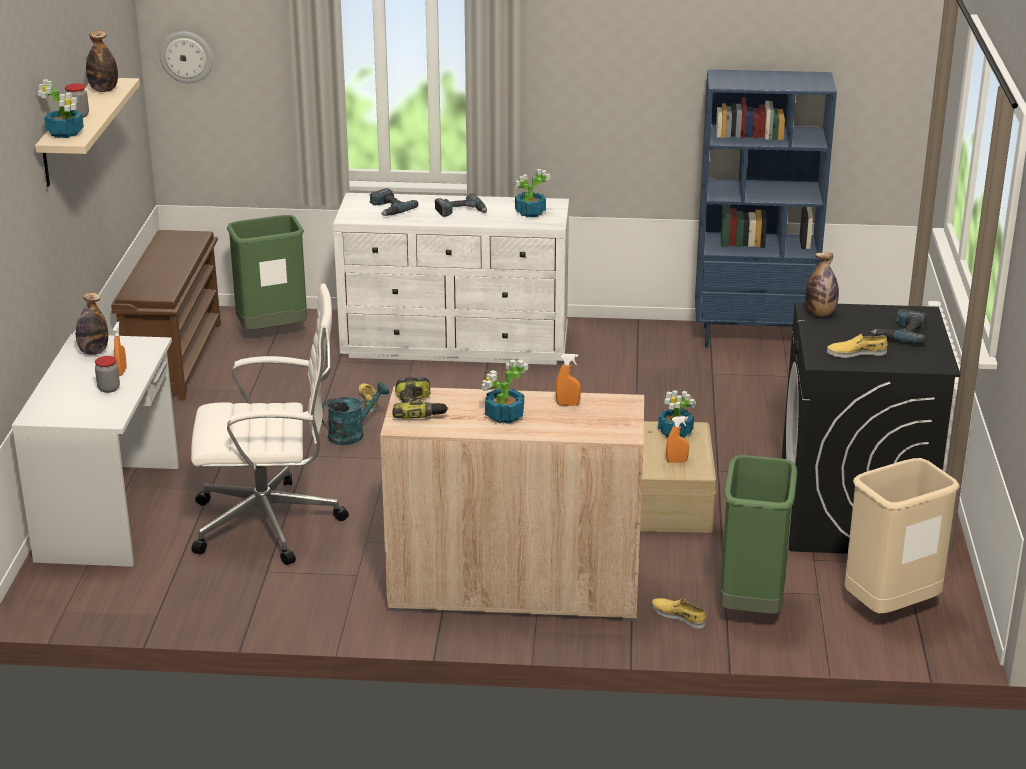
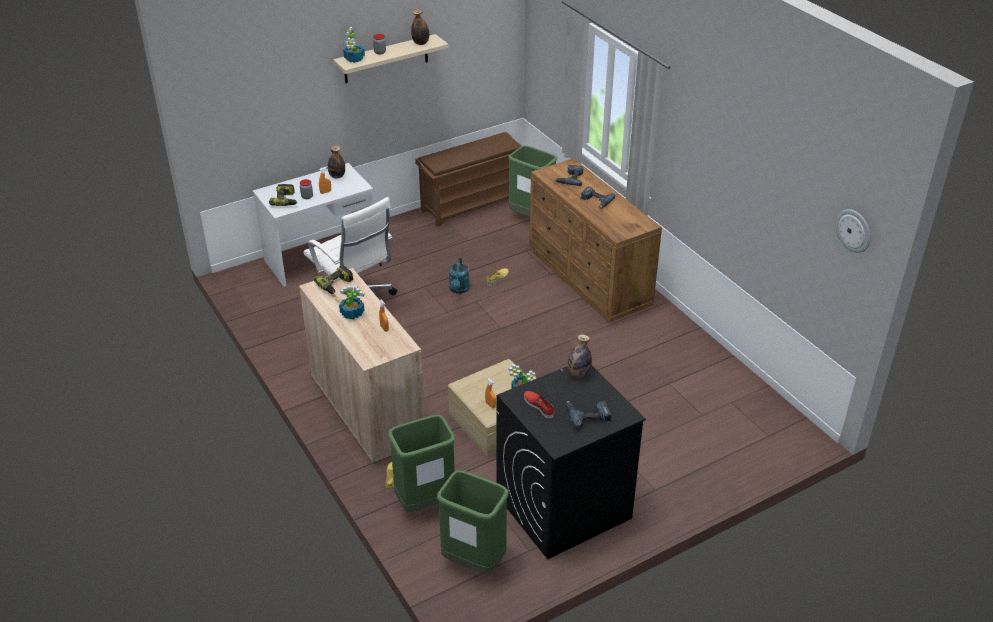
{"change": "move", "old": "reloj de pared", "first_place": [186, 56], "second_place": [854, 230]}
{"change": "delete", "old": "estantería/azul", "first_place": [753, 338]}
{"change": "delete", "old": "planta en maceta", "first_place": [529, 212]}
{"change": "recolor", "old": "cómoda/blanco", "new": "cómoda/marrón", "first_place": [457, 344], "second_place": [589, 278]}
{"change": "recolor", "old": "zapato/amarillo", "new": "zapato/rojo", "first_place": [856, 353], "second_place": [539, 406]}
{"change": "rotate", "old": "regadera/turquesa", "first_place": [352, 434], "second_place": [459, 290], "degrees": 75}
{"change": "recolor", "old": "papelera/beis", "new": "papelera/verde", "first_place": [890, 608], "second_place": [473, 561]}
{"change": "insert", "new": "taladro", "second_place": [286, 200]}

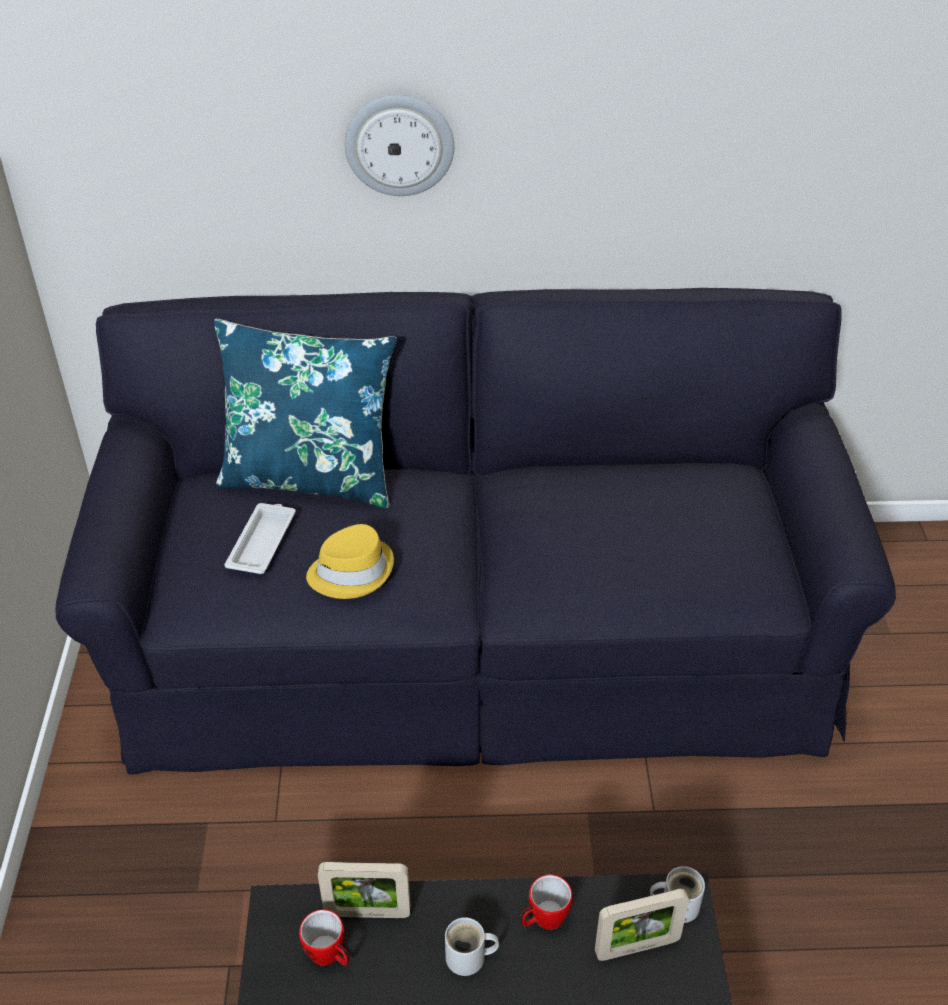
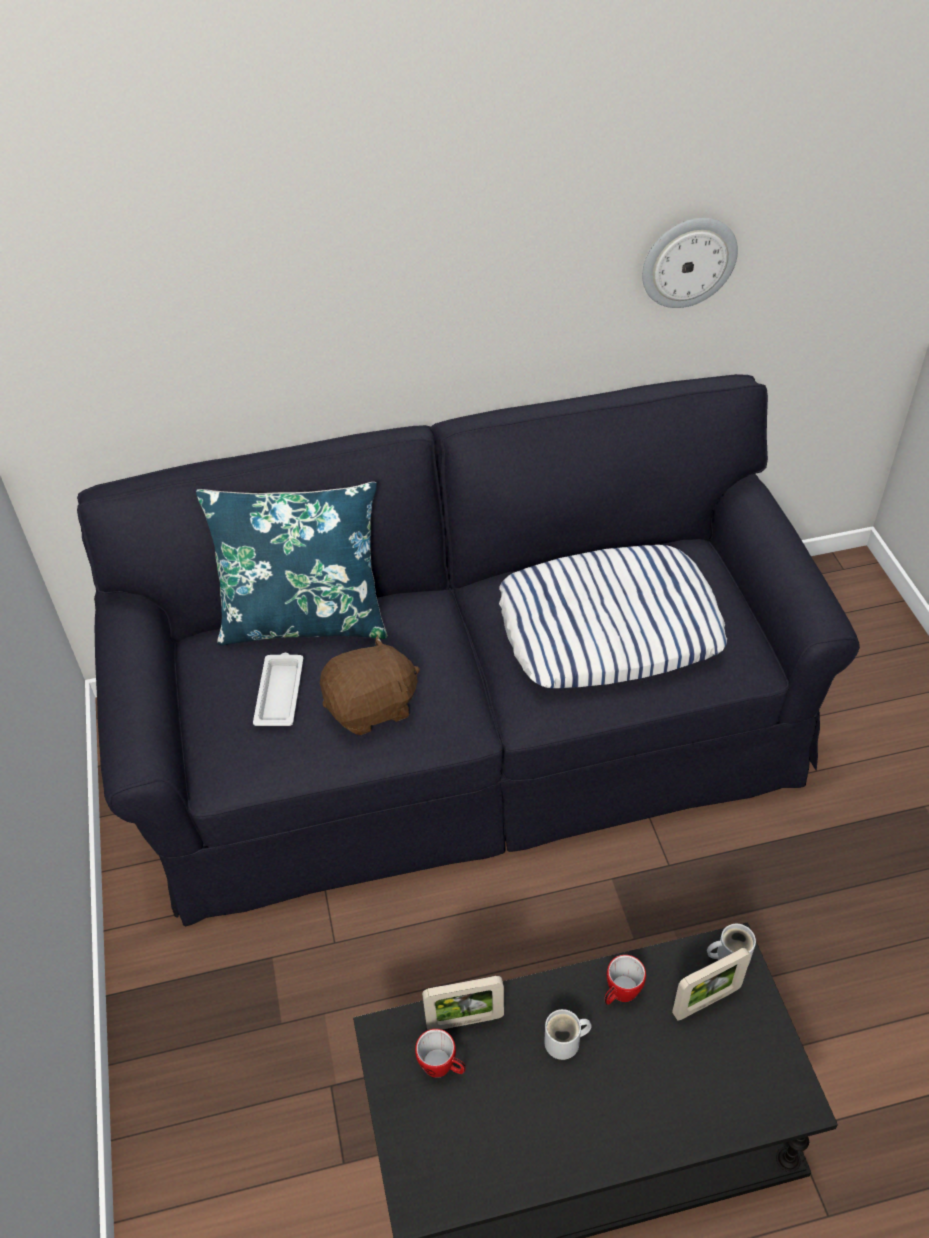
{"change": "move", "old": "reloj de pared", "first_place": [399, 144], "second_place": [688, 262]}
{"change": "replace", "old": "sombrero/amarillo", "new": "peluche/marrón", "first_place": [351, 571], "second_place": [372, 707]}
{"change": "insert", "new": "cojín", "second_place": [609, 627]}

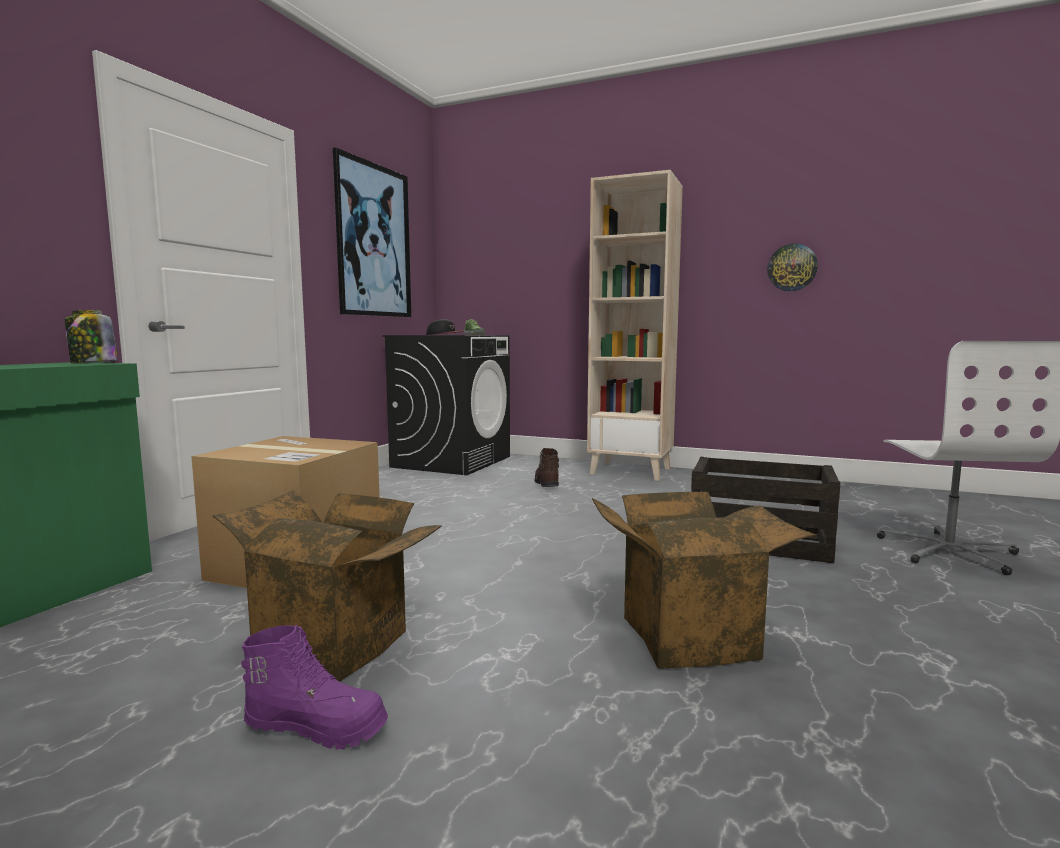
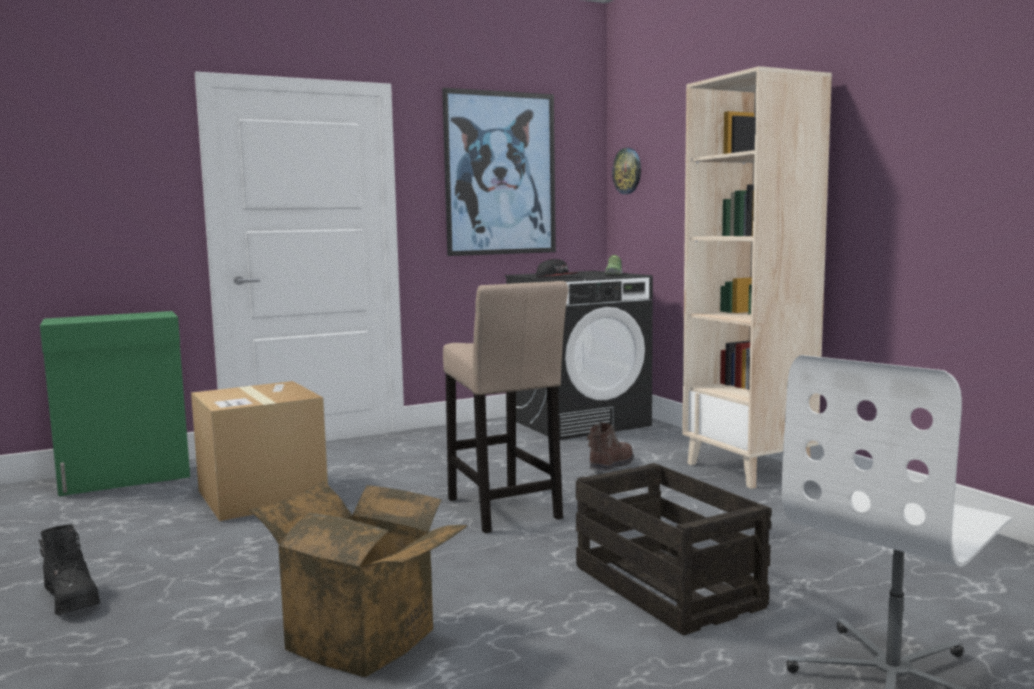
{"change": "move", "old": "reloj de pared", "first_place": [792, 267], "second_place": [627, 171]}
{"change": "delete", "old": "tarro", "first_place": [93, 363]}
{"change": "delete", "old": "caja de cartón", "first_place": [339, 642]}
{"change": "recolor", "old": "bota/morado", "new": "bota/negro", "first_place": [317, 727], "second_place": [72, 599]}
{"change": "insert", "new": "taburete/beis", "second_place": [504, 511]}

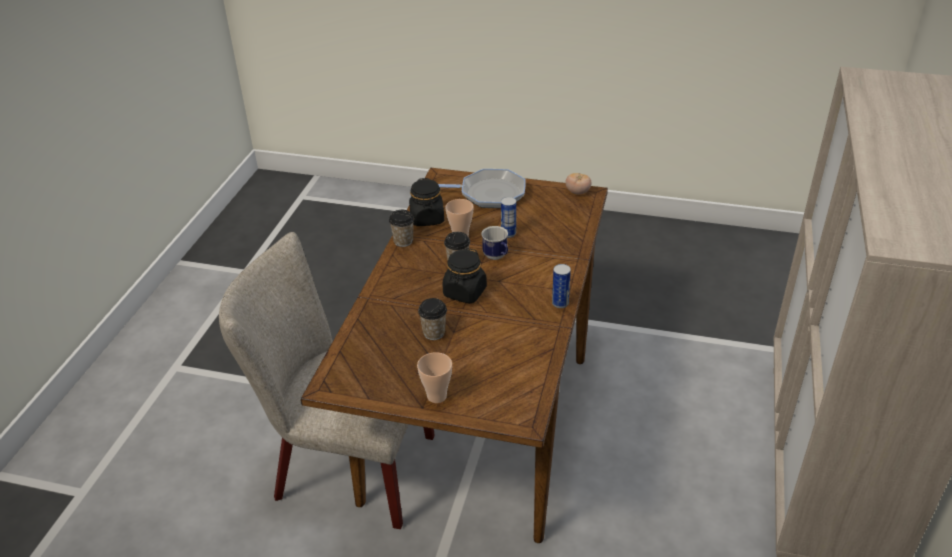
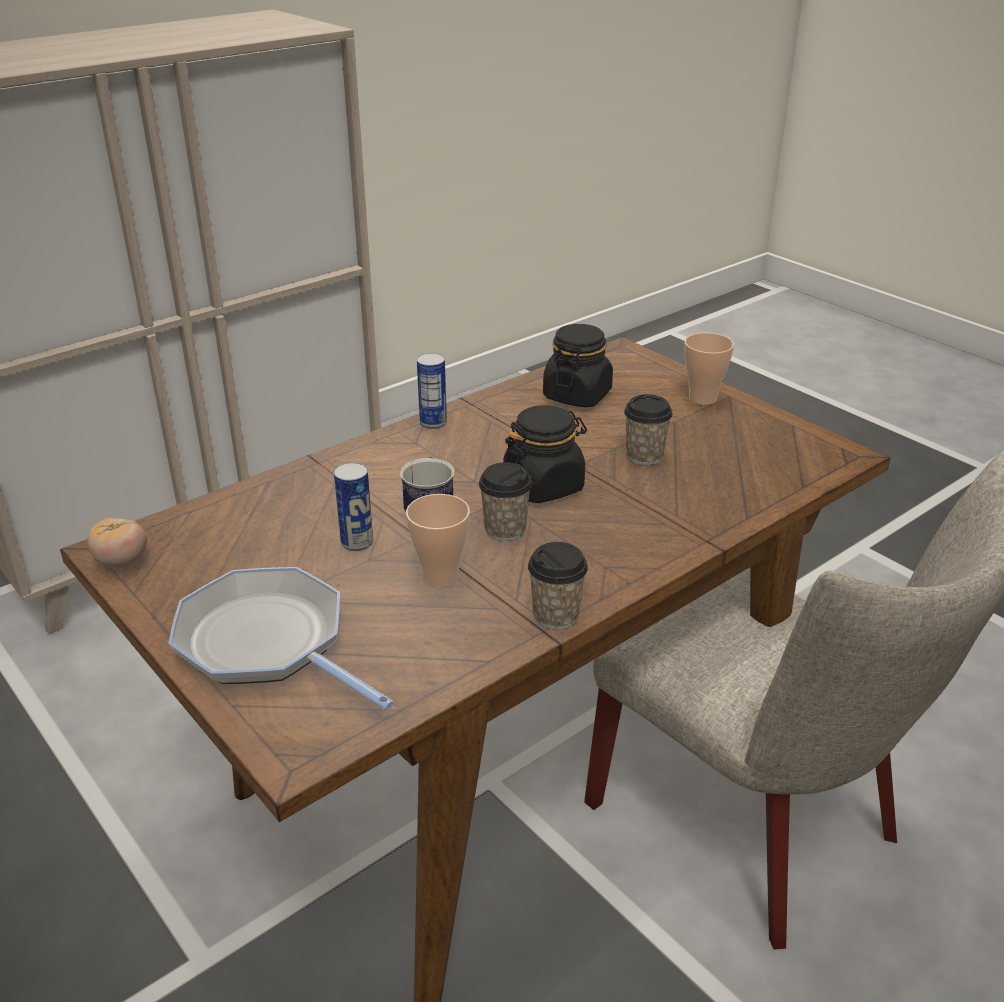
{"change": "move", "old": "tarro/negro", "first_place": [427, 218], "second_place": [577, 395]}

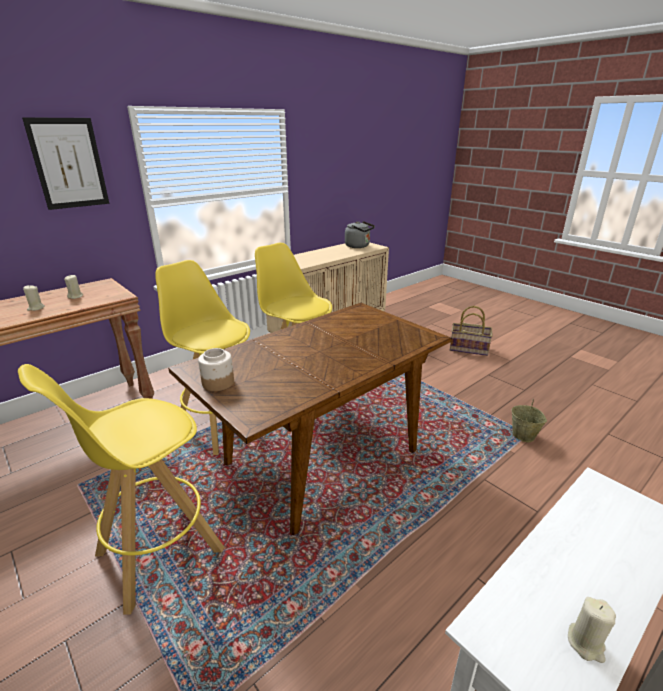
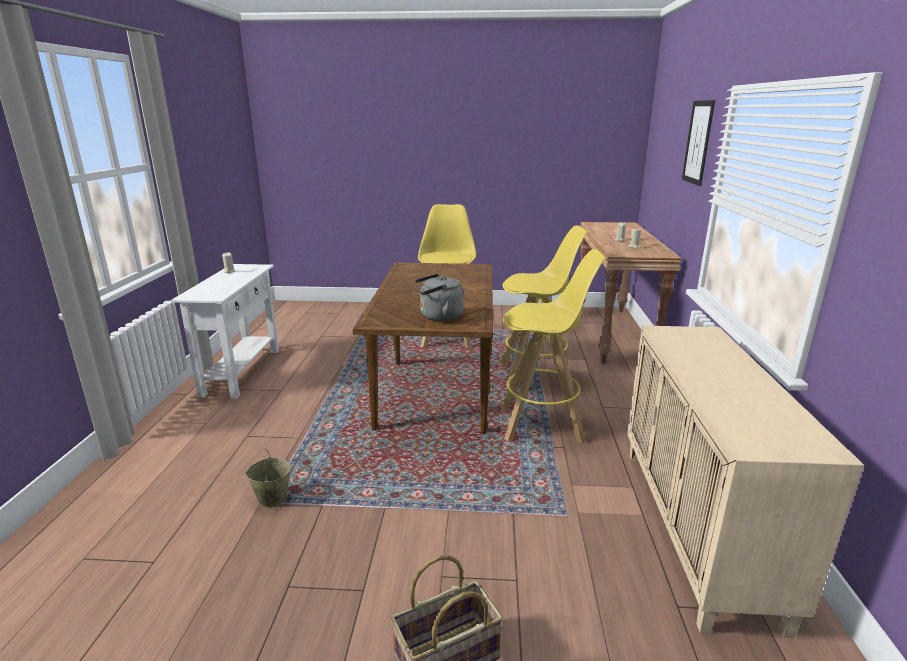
{"change": "move", "old": "hervidor/gris", "first_place": [359, 246], "second_place": [438, 317]}
{"change": "delete", "old": "tarro", "first_place": [218, 383]}

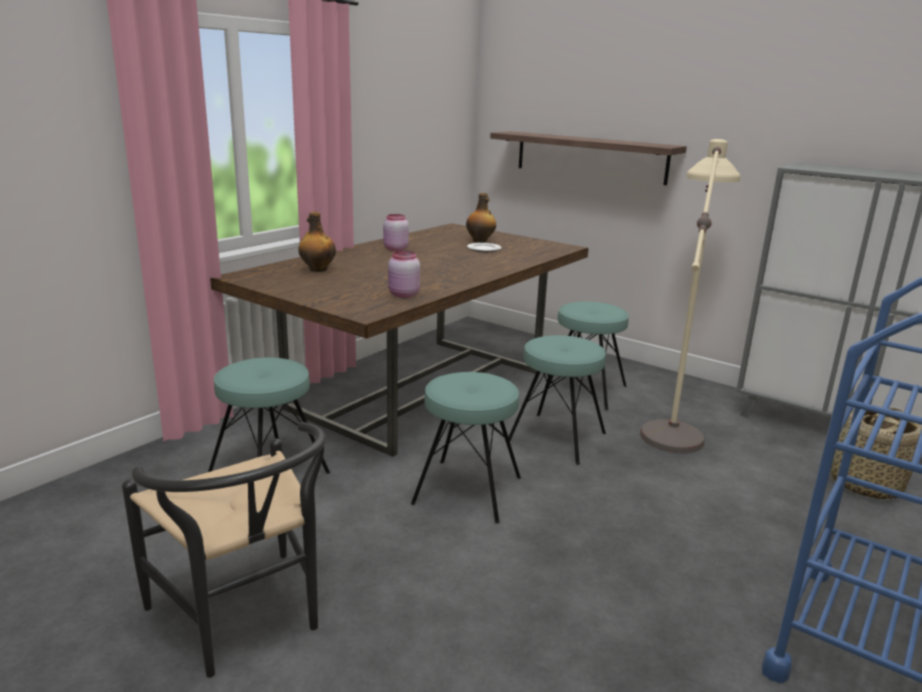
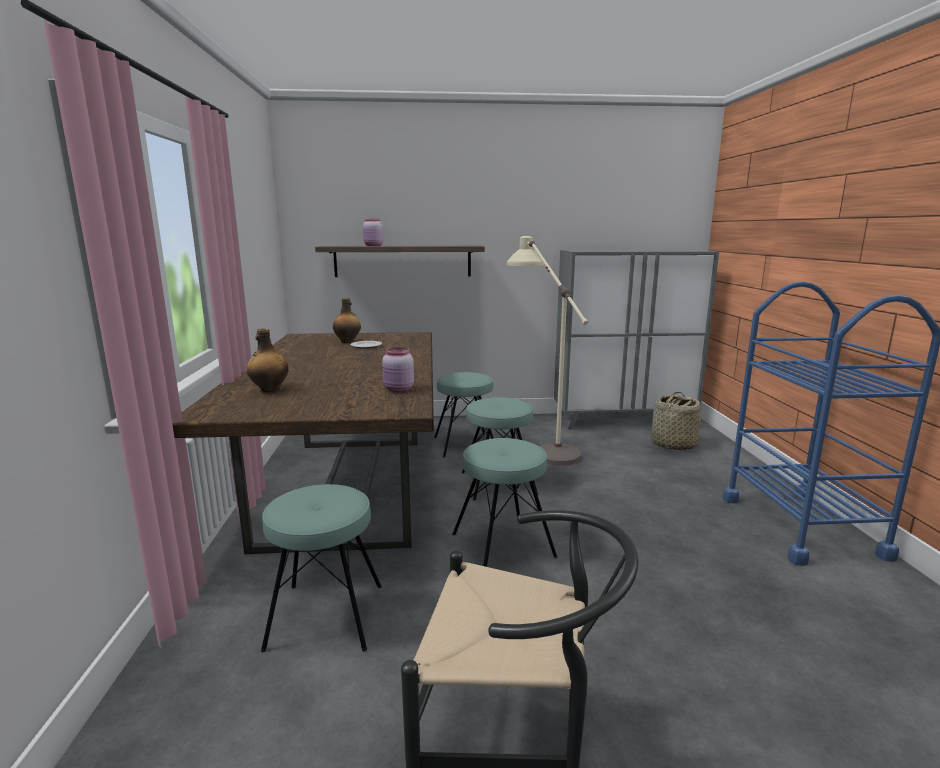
{"change": "move", "old": "tarro/rosa", "first_place": [395, 249], "second_place": [373, 246]}

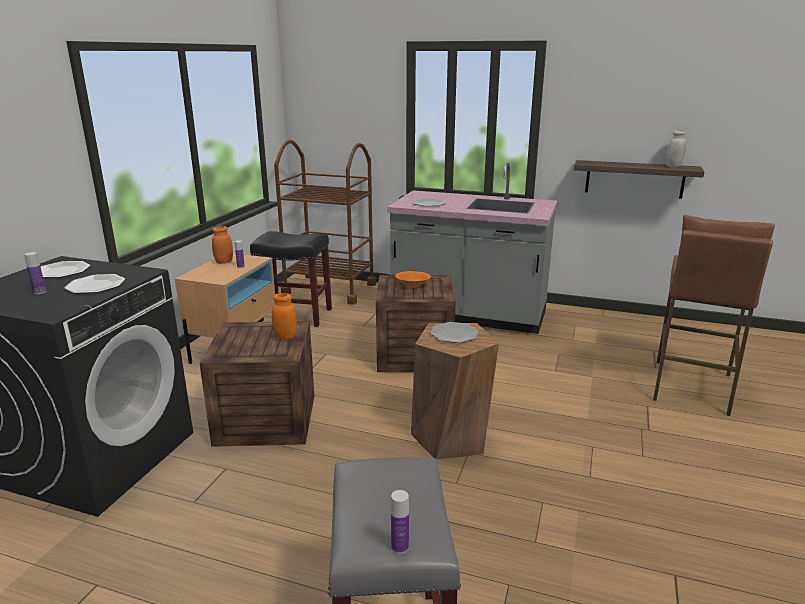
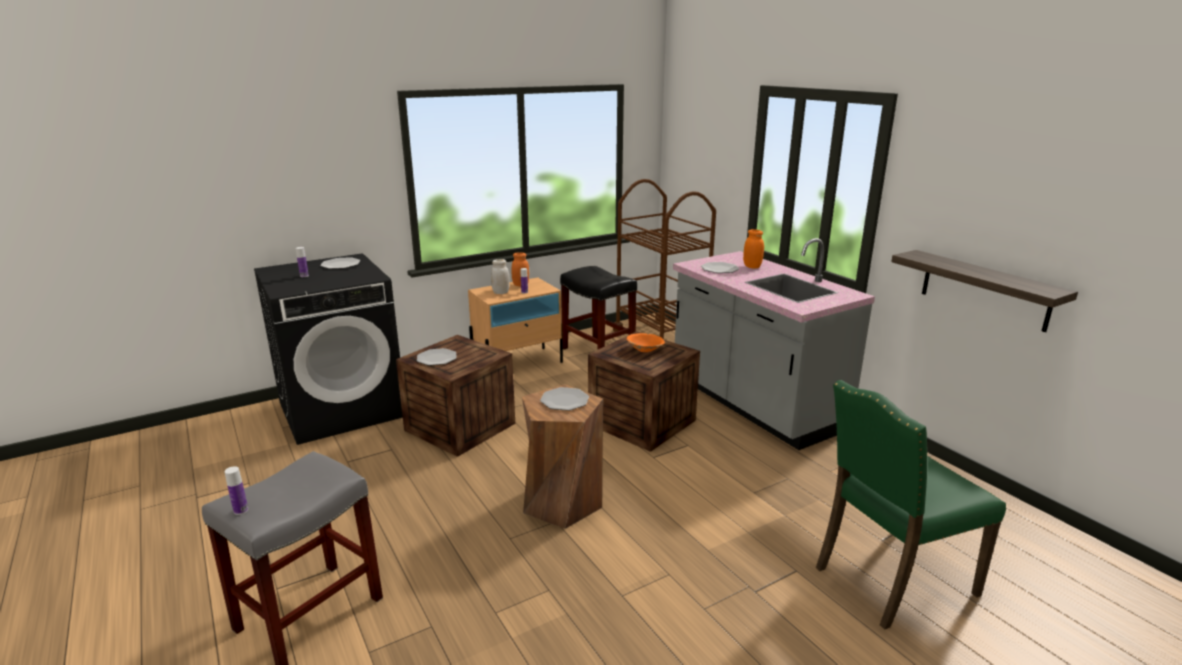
{"change": "move", "old": "tarro/blanco", "first_place": [673, 166], "second_place": [500, 292]}
{"change": "replace", "old": "taburete/marrón", "new": "silla/verde", "first_place": [690, 387], "second_place": [890, 579]}
{"change": "move", "old": "plato", "first_place": [96, 286], "second_place": [436, 358]}
{"change": "move", "old": "tarro/naranja", "first_place": [285, 337], "second_place": [752, 266]}

